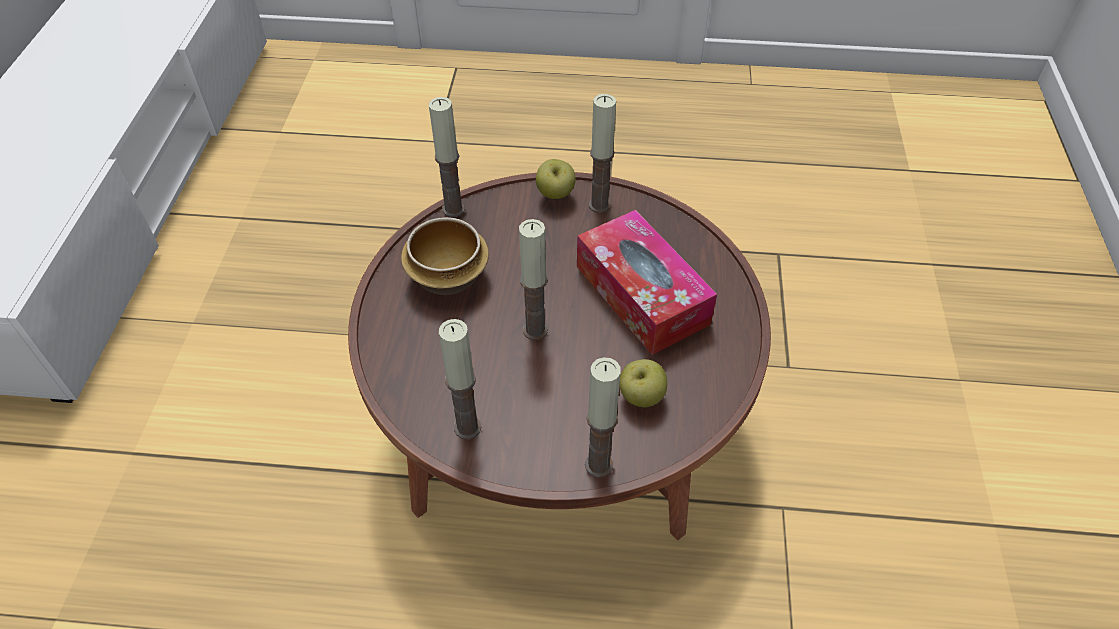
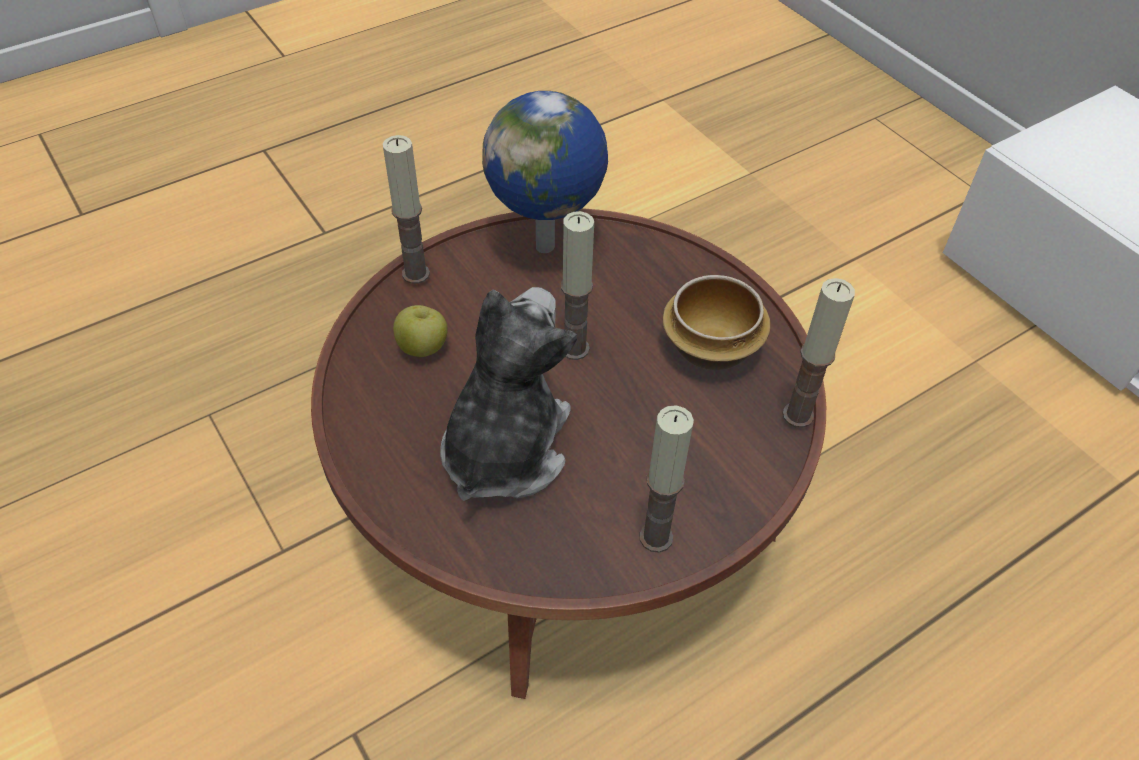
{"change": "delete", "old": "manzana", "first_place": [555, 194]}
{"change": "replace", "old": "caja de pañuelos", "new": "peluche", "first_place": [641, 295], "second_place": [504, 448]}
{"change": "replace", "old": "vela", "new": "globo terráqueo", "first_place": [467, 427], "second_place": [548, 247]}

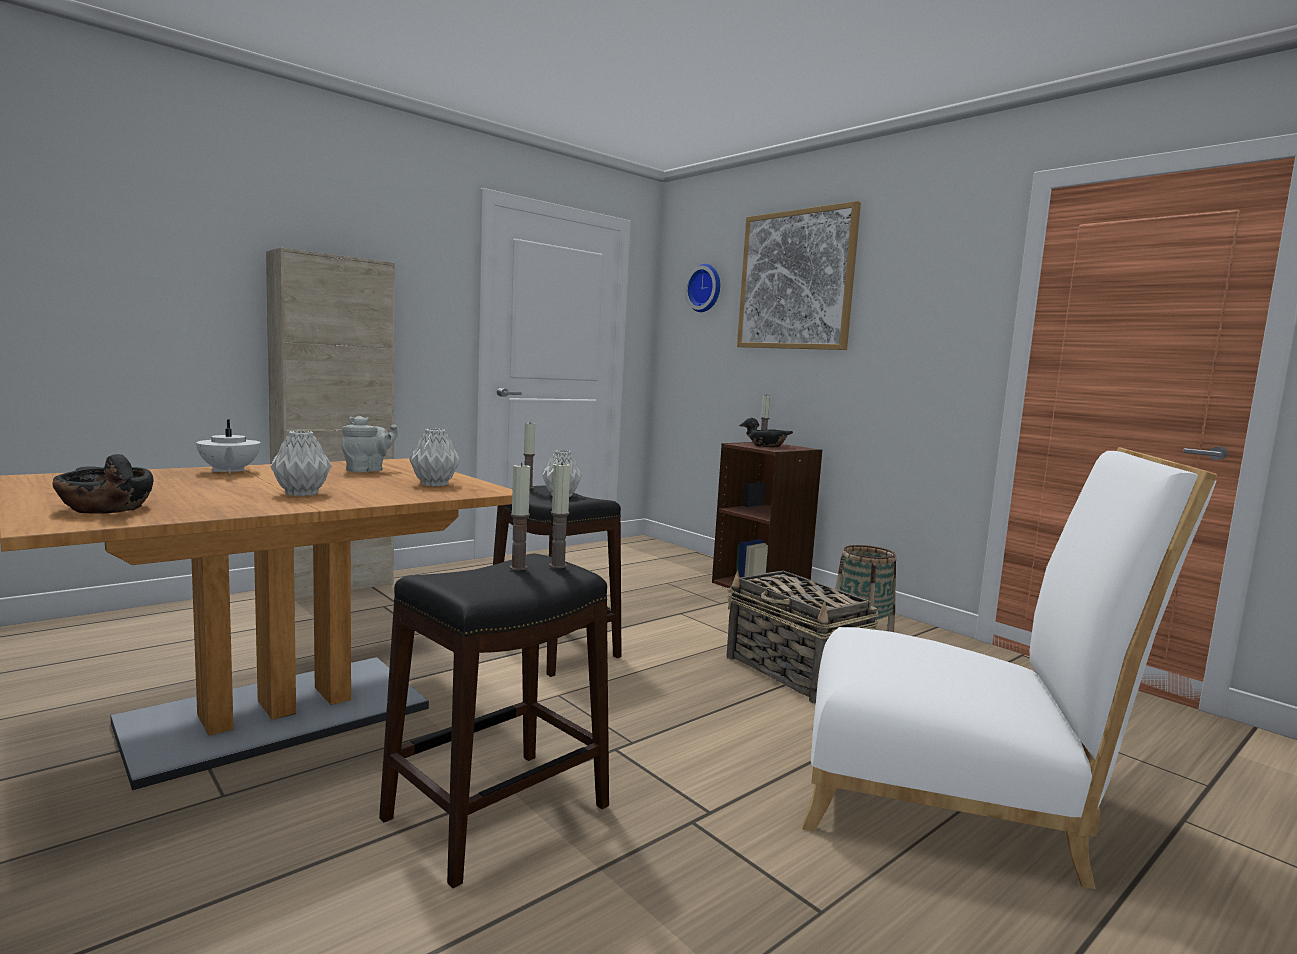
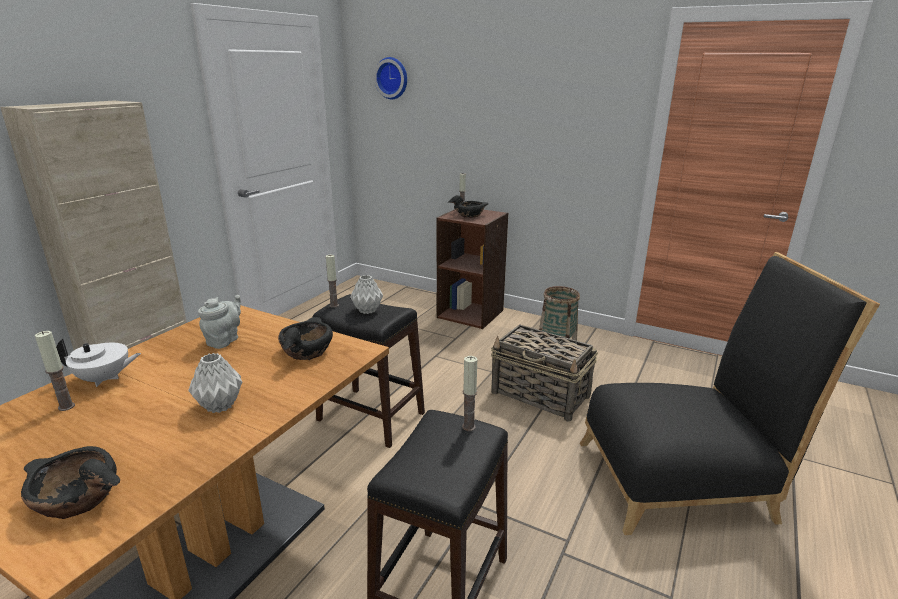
{"change": "delete", "old": "cuadro", "first_place": [796, 280]}
{"change": "rotate", "old": "tetera/blanco", "first_place": [229, 471], "second_place": [104, 379], "degrees": -45}
{"change": "replace", "old": "florero/gris", "new": "cuenco/negro", "first_place": [435, 484], "second_place": [306, 351]}
{"change": "recolor", "old": "silla/blanco", "new": "silla/negro", "first_place": [953, 798], "second_place": [684, 479]}
{"change": "move", "old": "vela", "first_place": [518, 567], "second_place": [66, 406]}

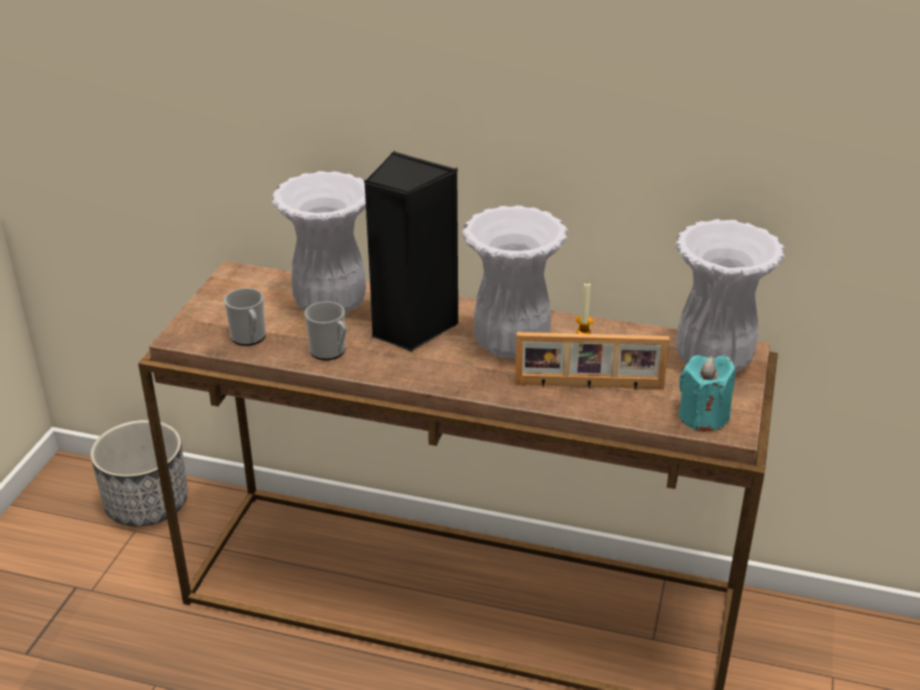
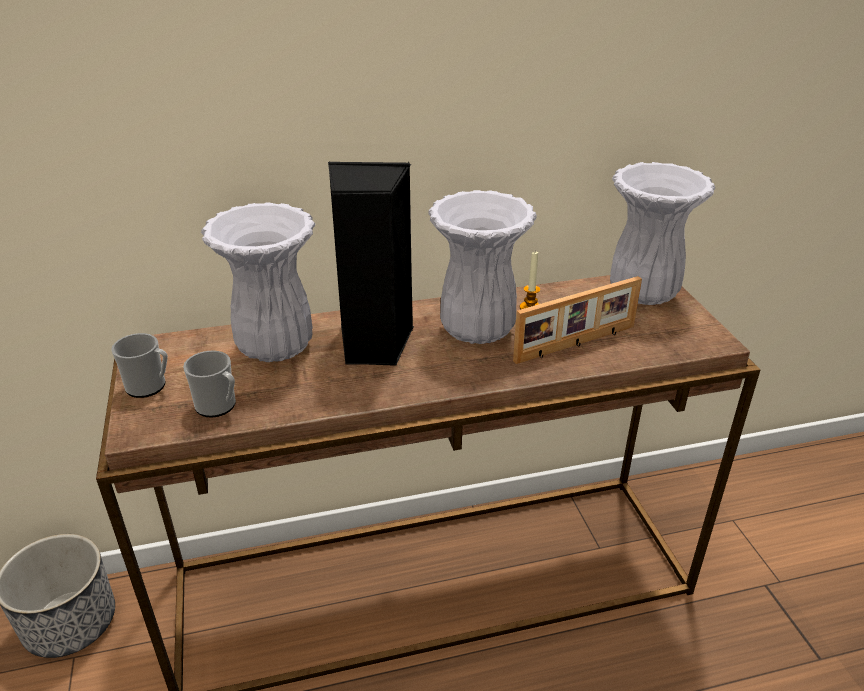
{"change": "move", "old": "taza grande", "first_place": [330, 352], "second_place": [150, 386]}
{"change": "delete", "old": "vela/turquesa", "first_place": [703, 417]}

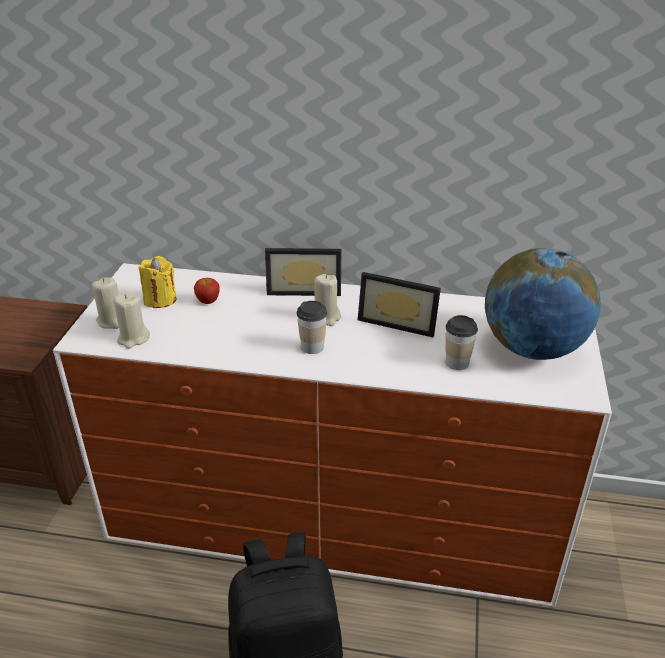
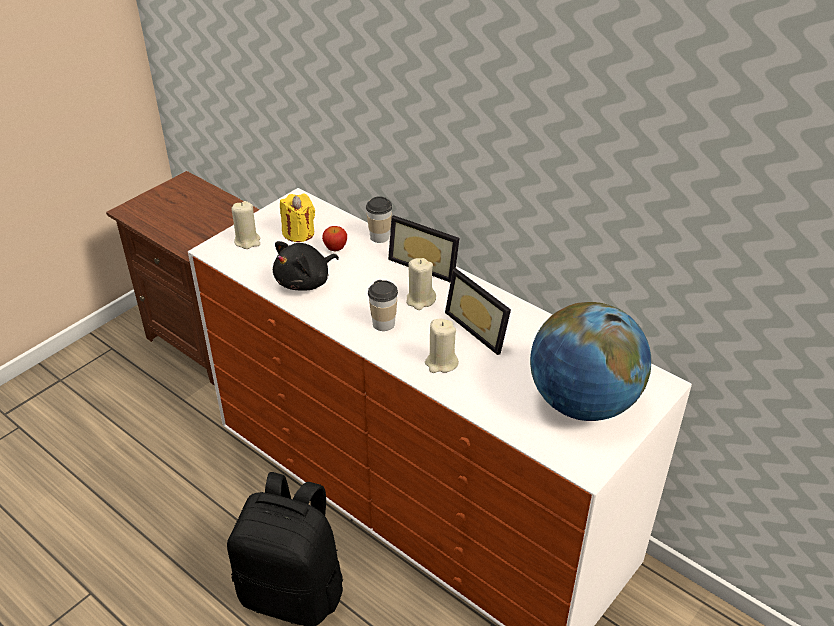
{"change": "move", "old": "vela/beis", "first_place": [133, 339], "second_place": [441, 363]}
{"change": "move", "old": "taza", "first_place": [457, 362], "second_place": [380, 237]}
{"change": "insert", "new": "peluche/negro", "second_place": [305, 282]}

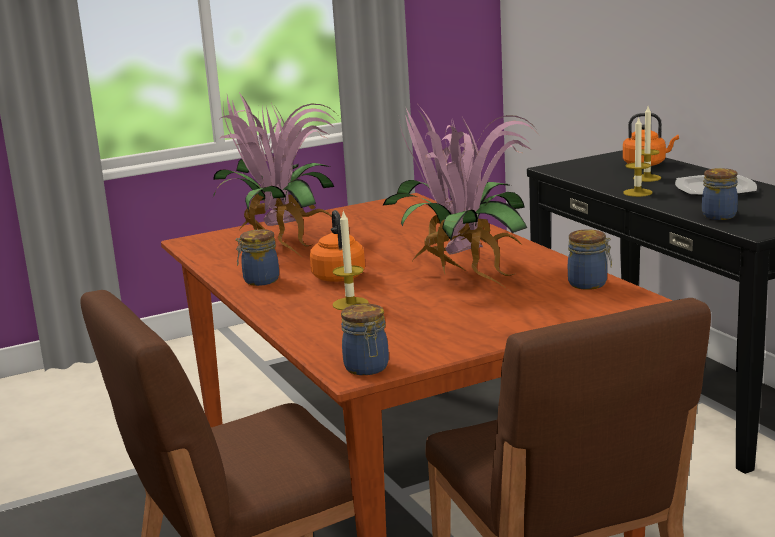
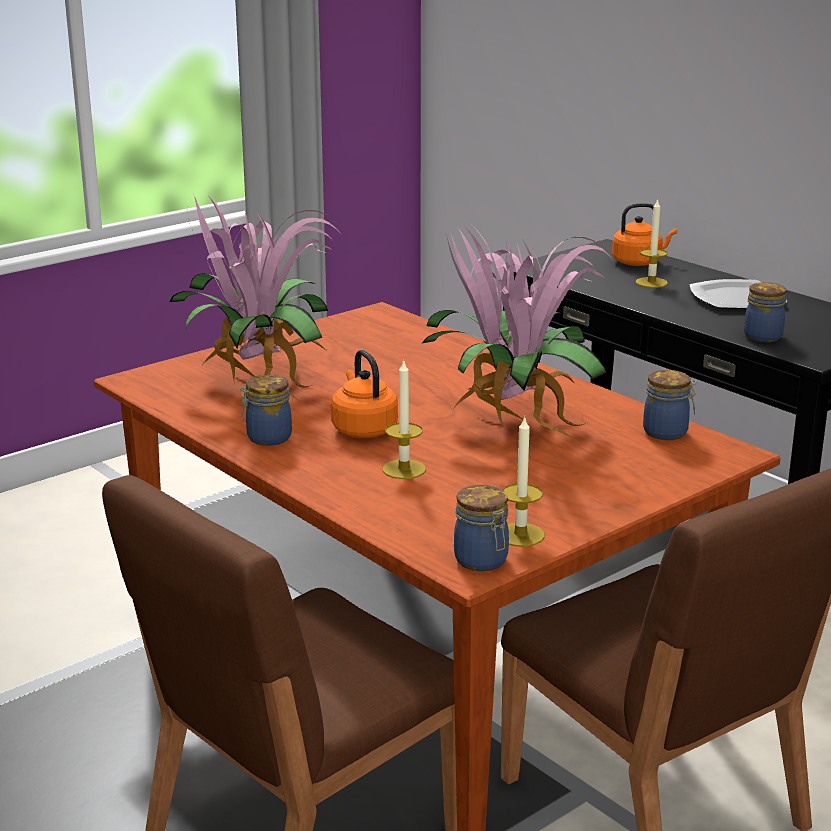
{"change": "move", "old": "vela", "first_place": [637, 192], "second_place": [520, 535]}

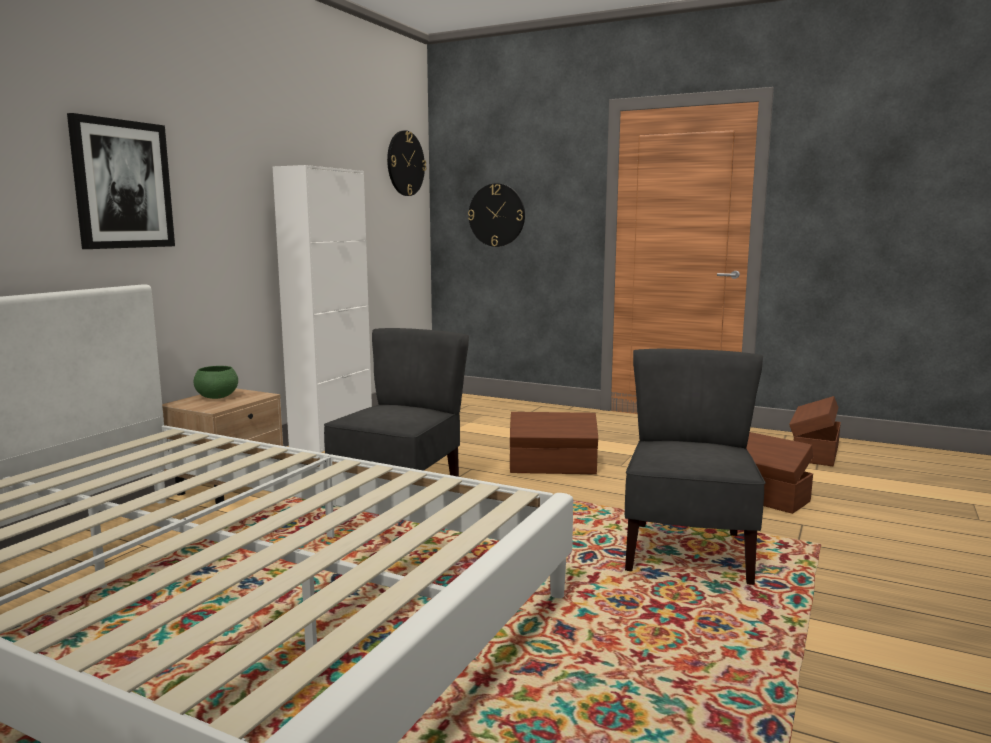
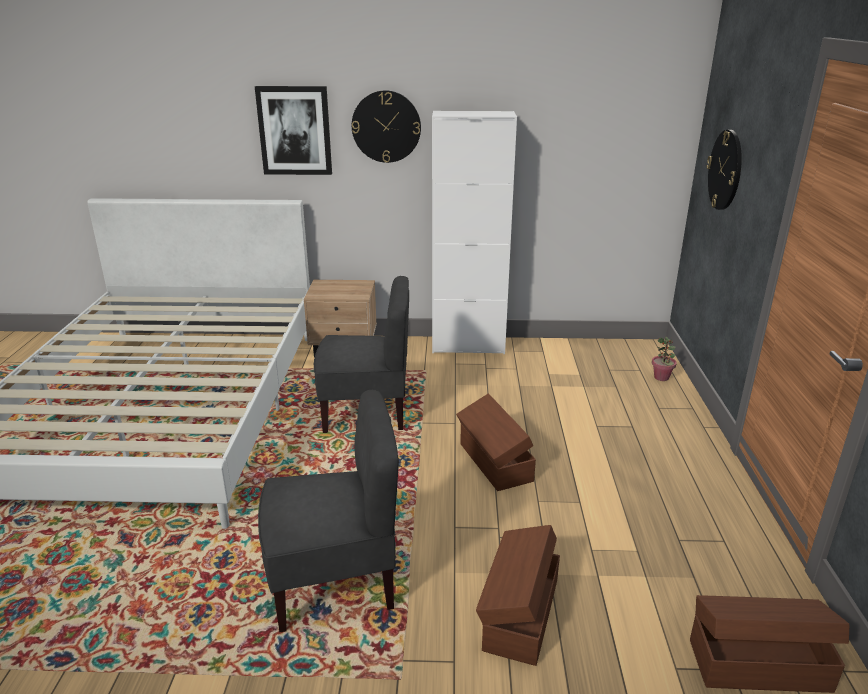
{"change": "move", "old": "reloj de pared", "first_place": [405, 163], "second_place": [386, 127]}
{"change": "delete", "old": "cuenco/verde", "first_place": [216, 397]}
{"change": "insert", "new": "planta en maceta", "second_place": [661, 377]}

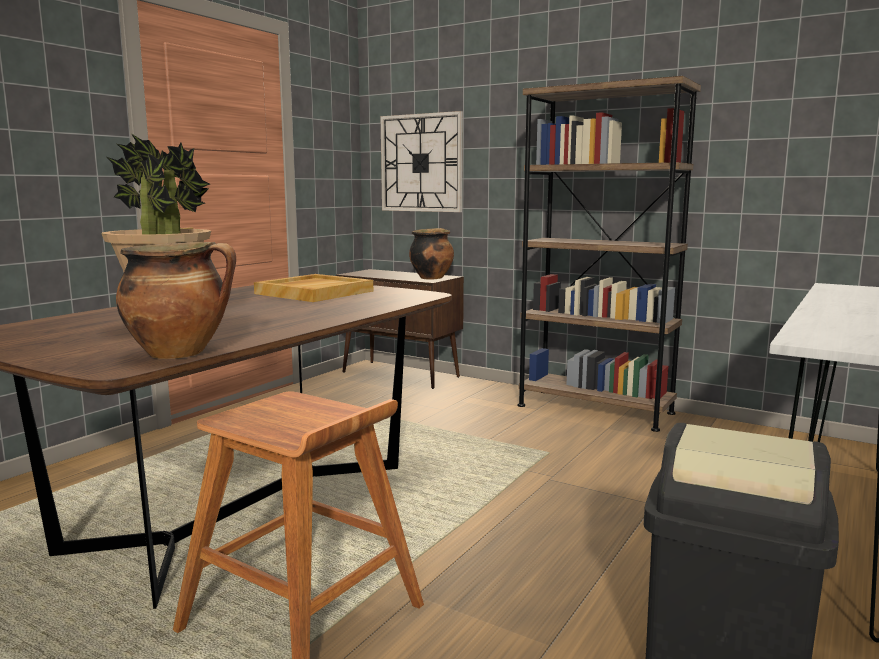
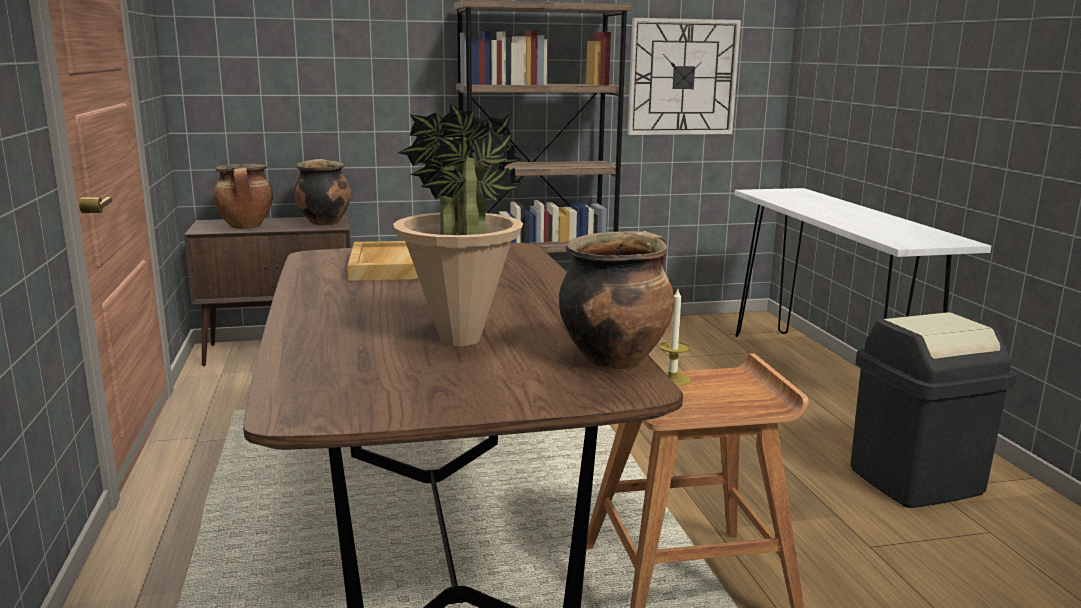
{"change": "move", "old": "reloj de pared", "first_place": [421, 163], "second_place": [682, 77]}
{"change": "insert", "new": "olla", "second_place": [246, 227]}
{"change": "insert", "new": "vela", "second_place": [672, 379]}

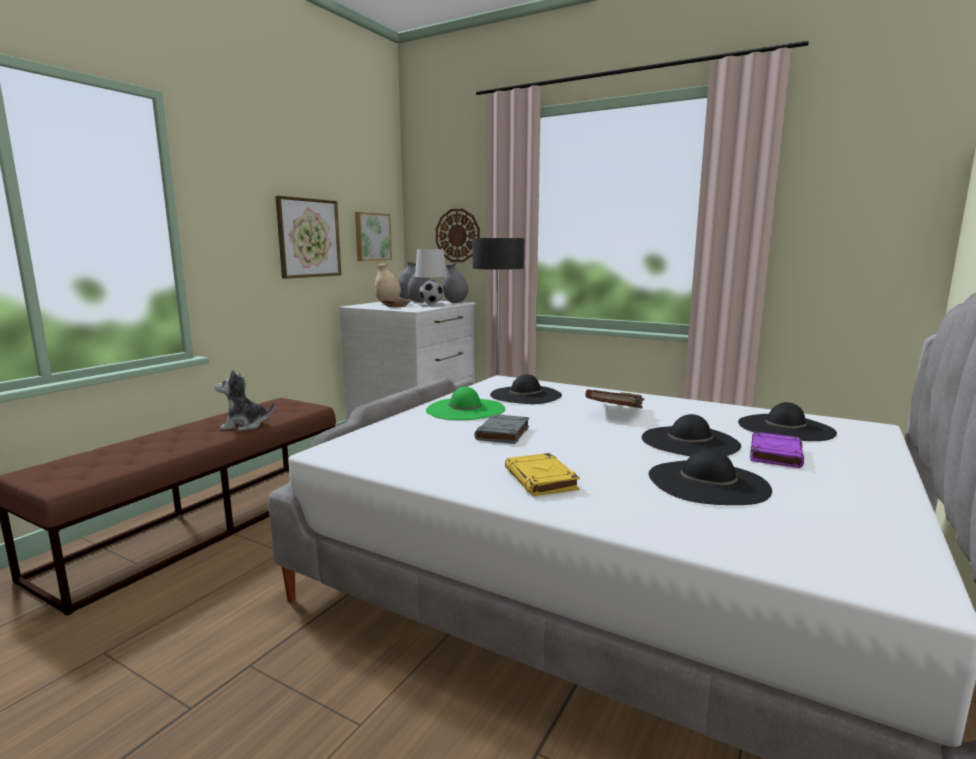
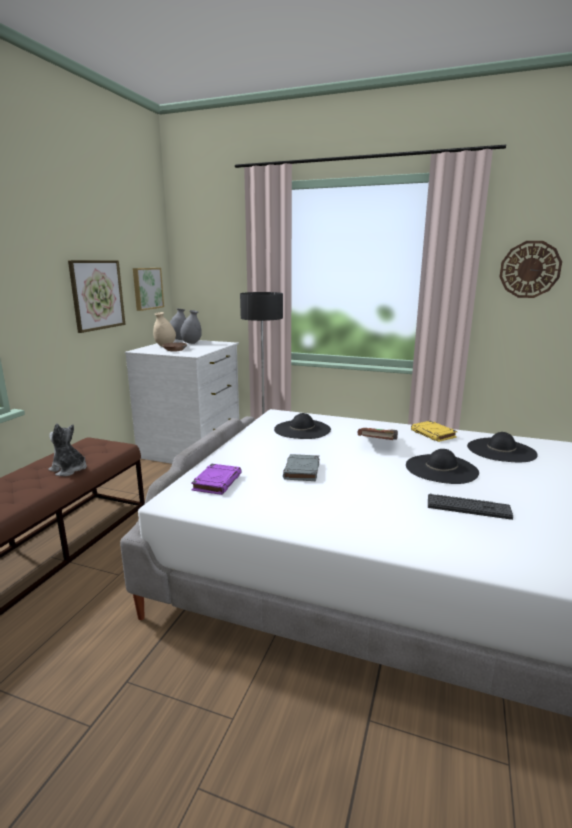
{"change": "move", "old": "reloj de pared", "first_place": [457, 235], "second_place": [529, 269]}
{"change": "delete", "old": "lámpara de mesa/blanco", "first_place": [431, 305]}
{"change": "delete", "old": "florero/gris", "first_place": [455, 302]}
{"change": "rotate", "old": "peluche", "first_place": [245, 425], "second_place": [69, 470], "degrees": 45}
{"change": "delete", "old": "sombrero/verde", "first_place": [465, 409]}
{"change": "move", "old": "libro/morado", "first_place": [775, 454], "second_place": [217, 482]}
{"change": "replace", "old": "sombrero/negro", "new": "teclado", "first_place": [707, 482], "second_place": [468, 507]}
{"change": "move", "old": "libro/amarillo", "first_place": [541, 480], "second_place": [433, 434]}

